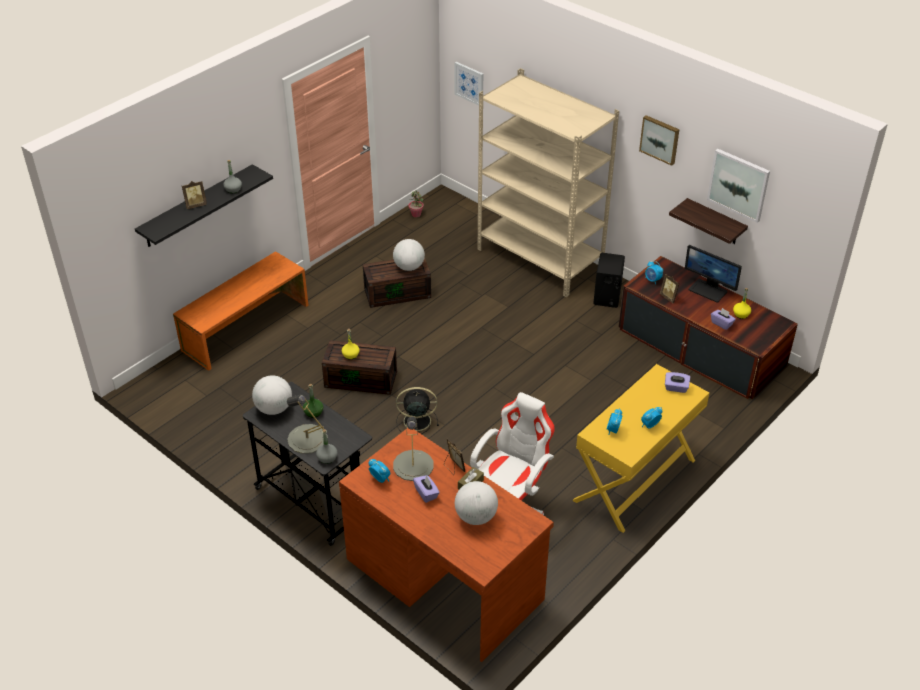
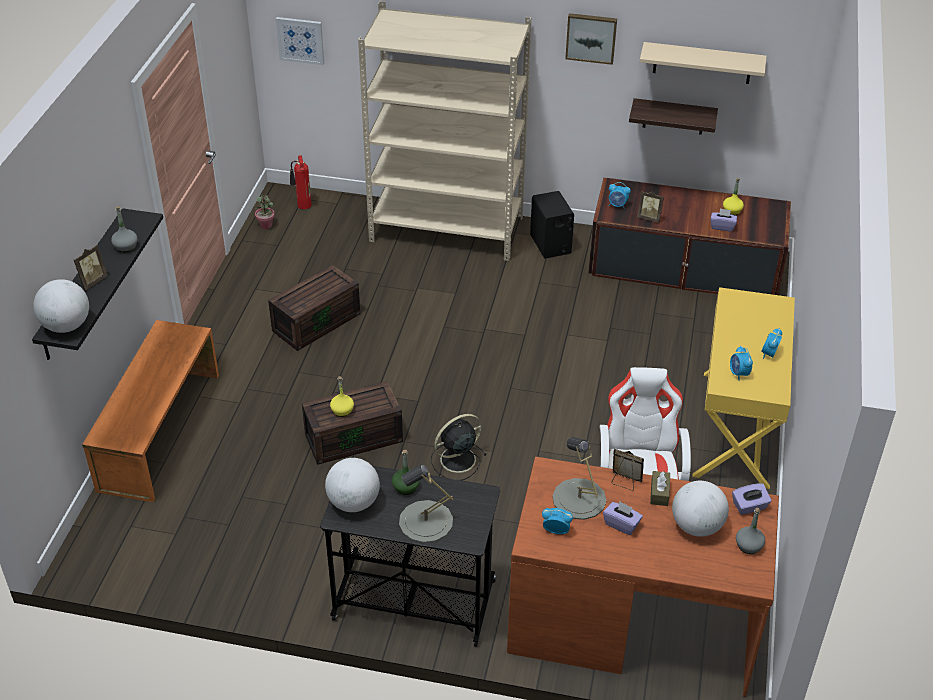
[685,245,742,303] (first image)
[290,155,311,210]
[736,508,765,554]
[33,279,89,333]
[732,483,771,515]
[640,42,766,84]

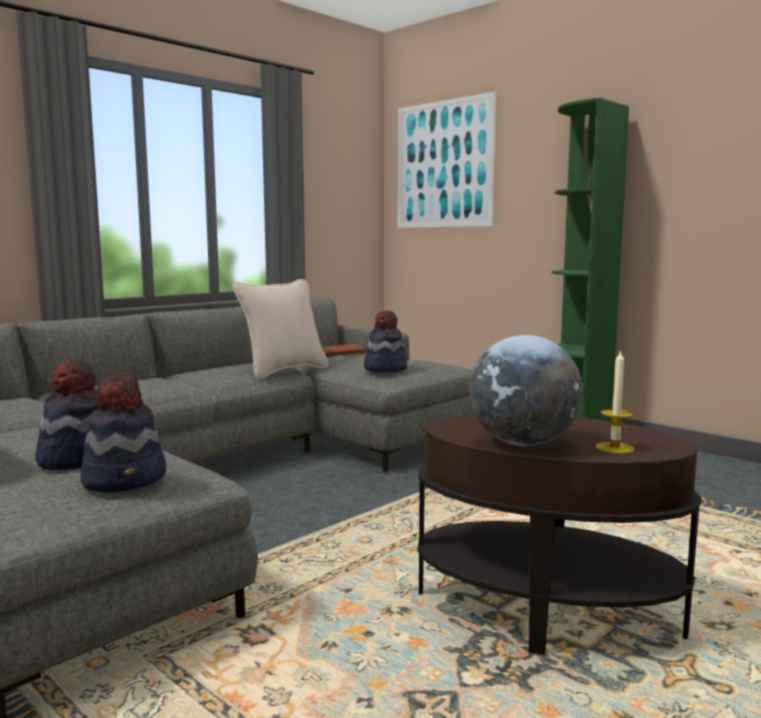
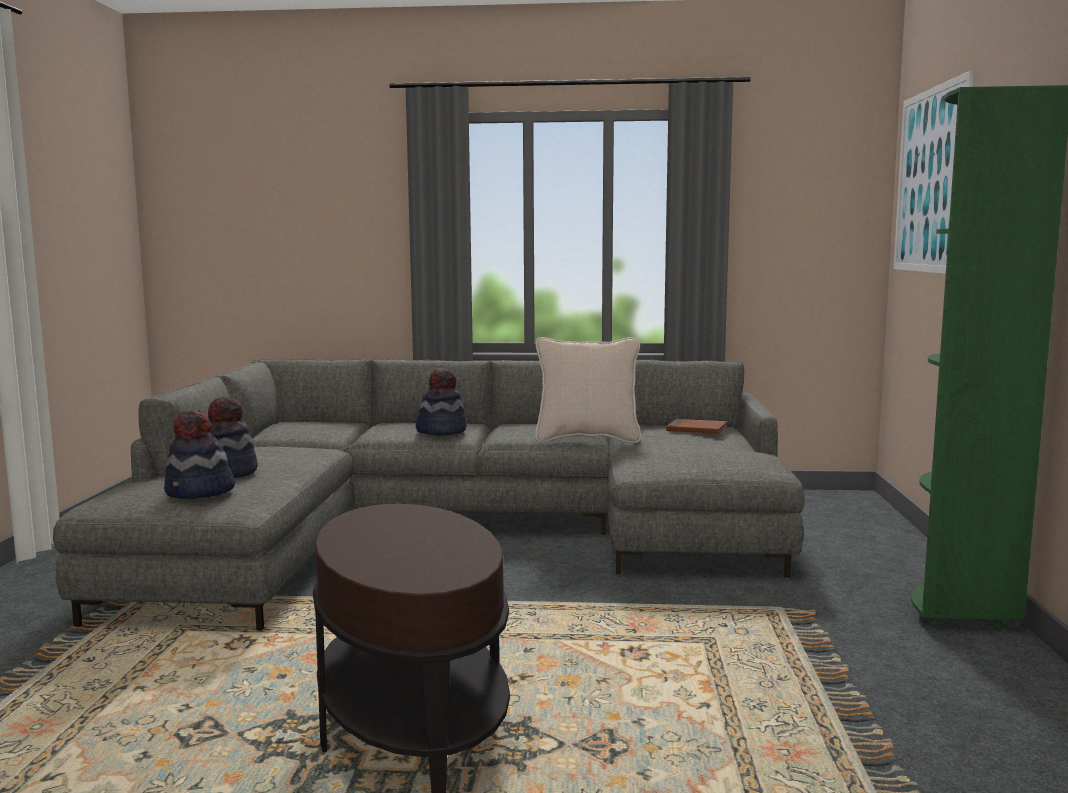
[469,335,583,446] (first image)
[596,349,635,454] (first image)
[416,368,467,435]

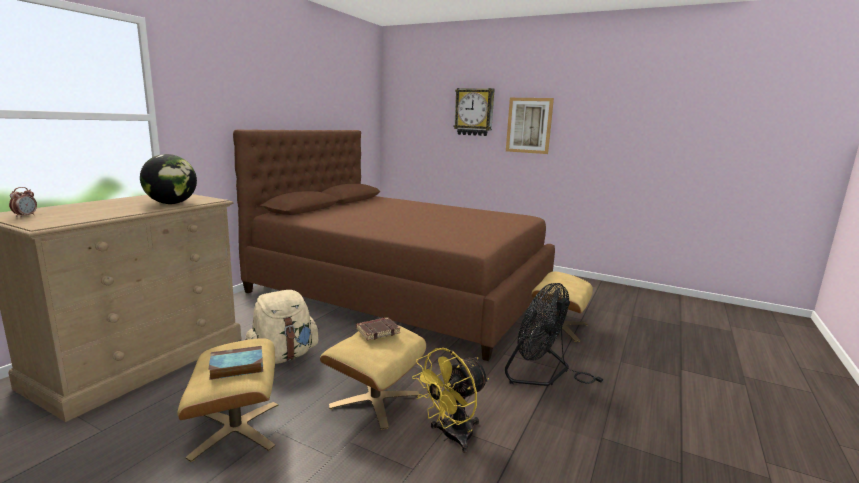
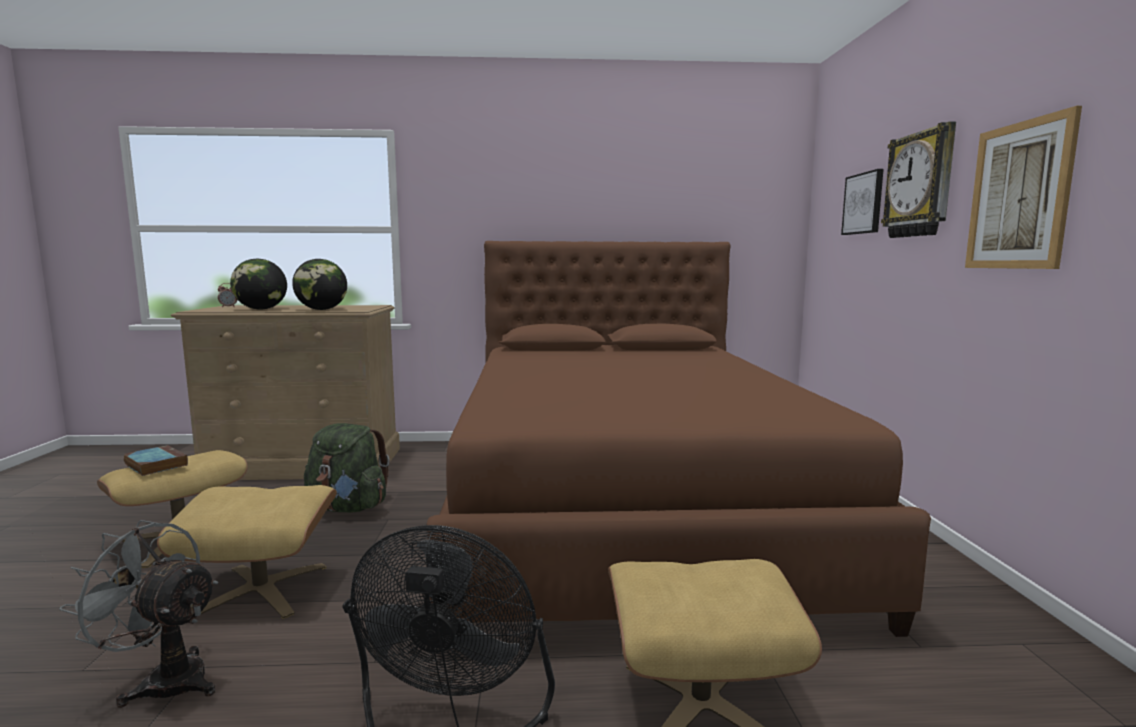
[356,317,400,340] (first image)
[230,259,287,310]
[841,169,884,235]
[304,423,390,513]
[59,520,218,708]

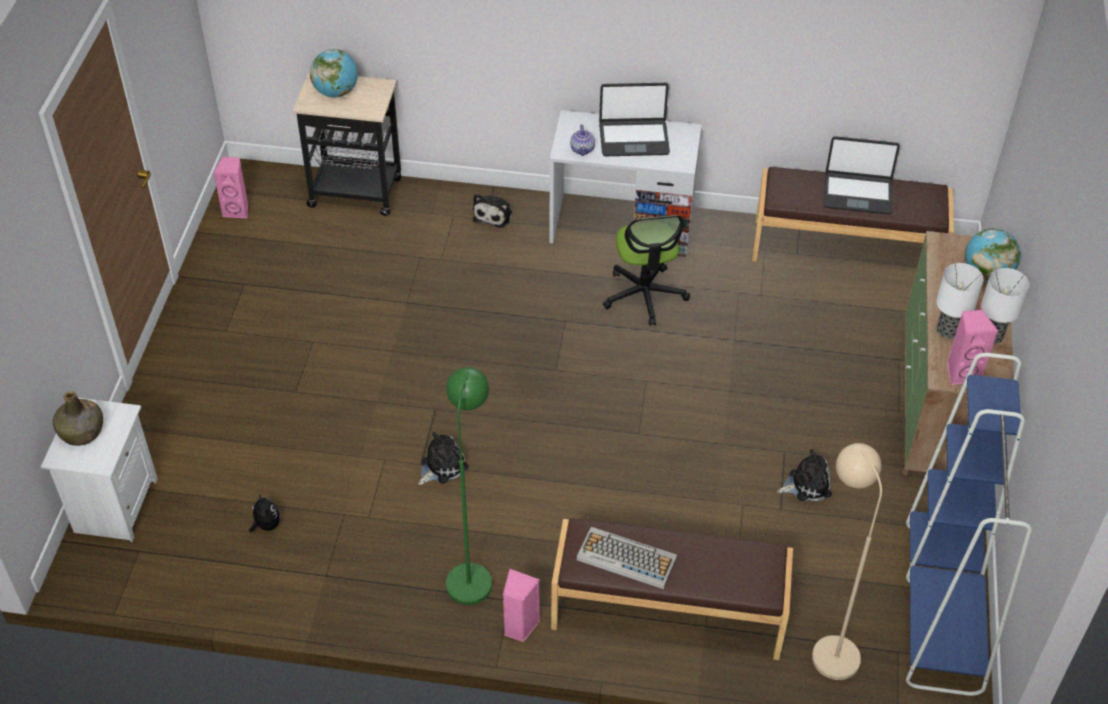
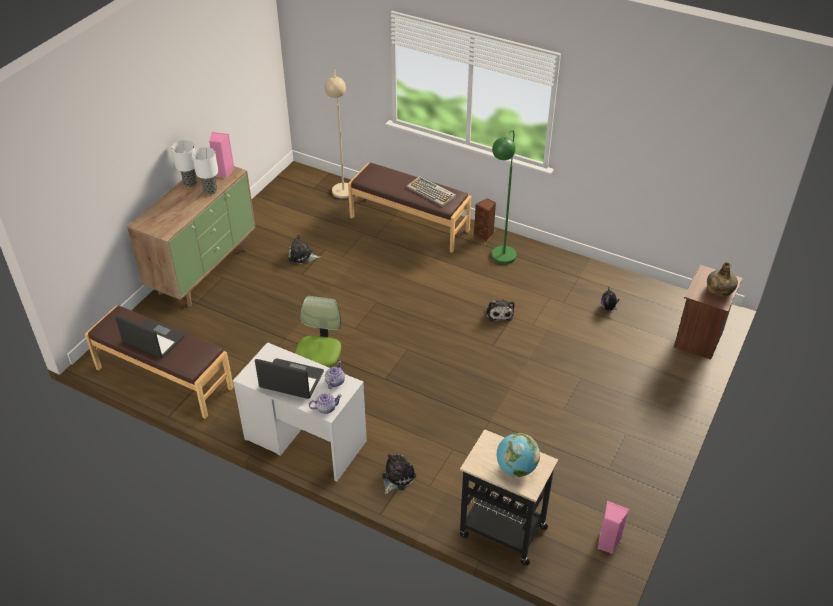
[906,353,1032,696] (first image)
[965,228,1021,282] (first image)
[309,393,342,414]
[674,265,743,360]
[474,198,496,242]
[487,300,515,322]

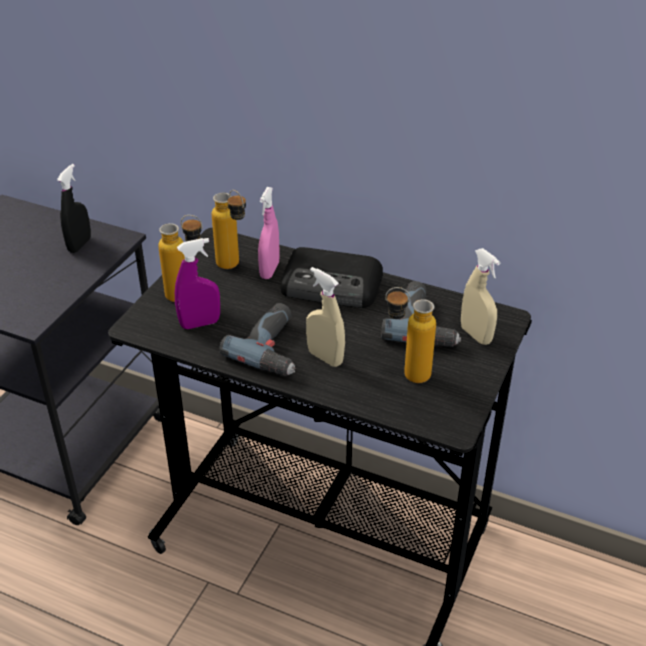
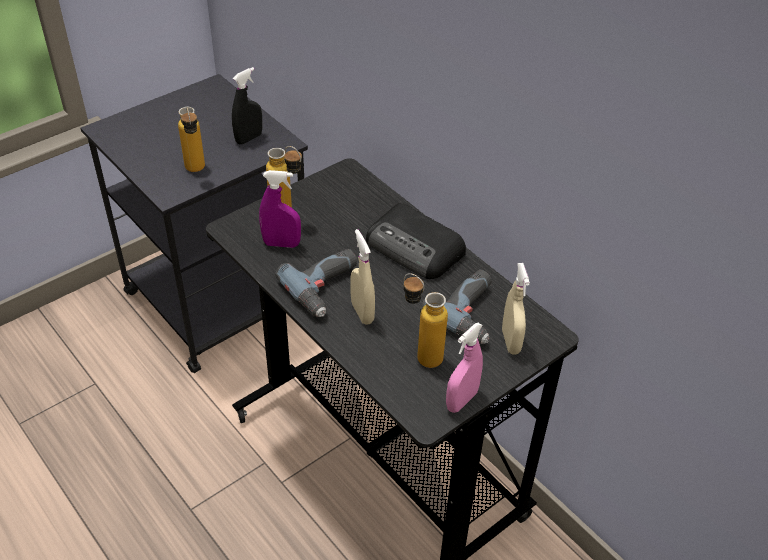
[178,107,205,172]
[446,323,483,413]

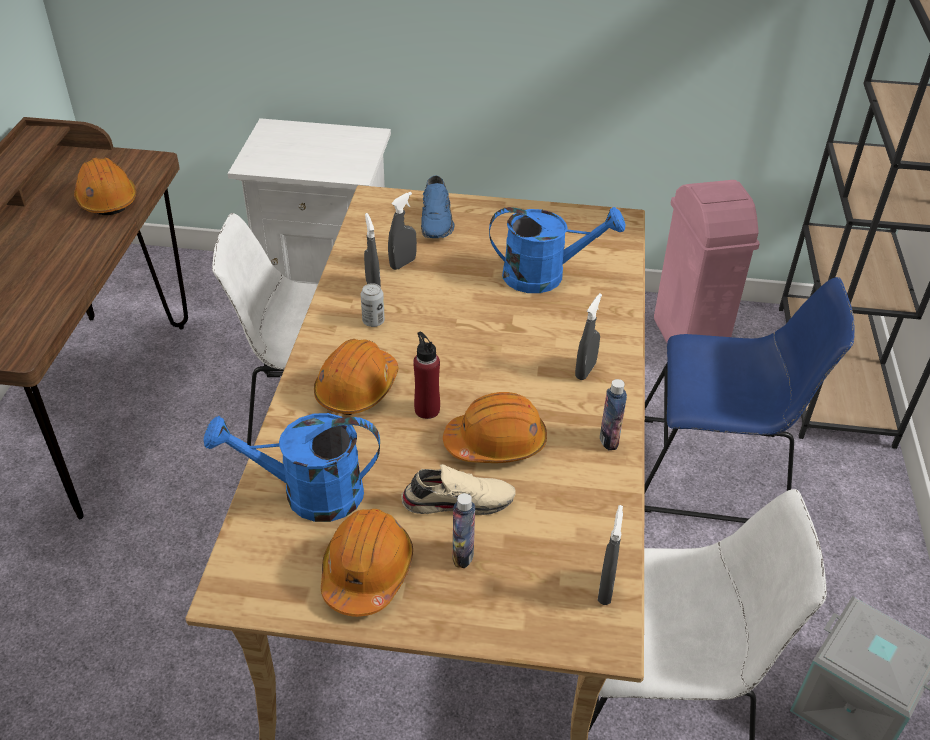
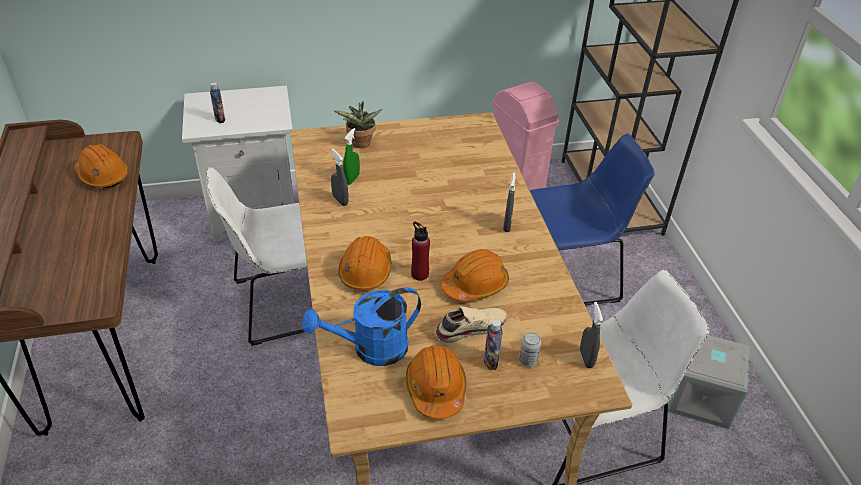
[489,207,625,293] (first image)
[519,332,541,367]
[210,82,225,123]
[334,101,382,148]
[343,128,360,185]

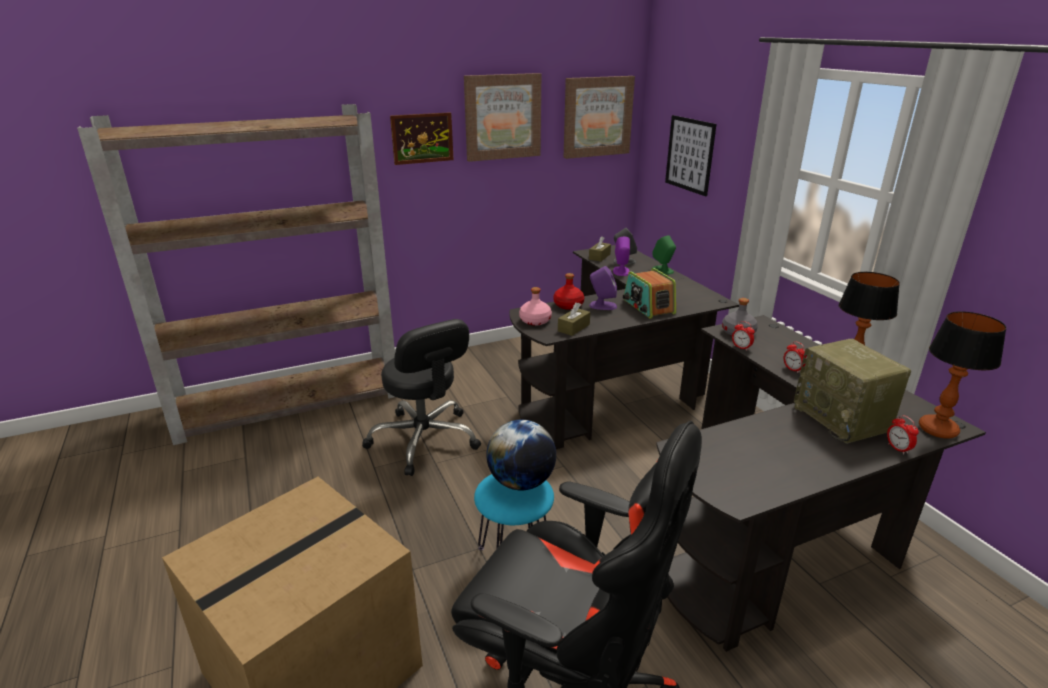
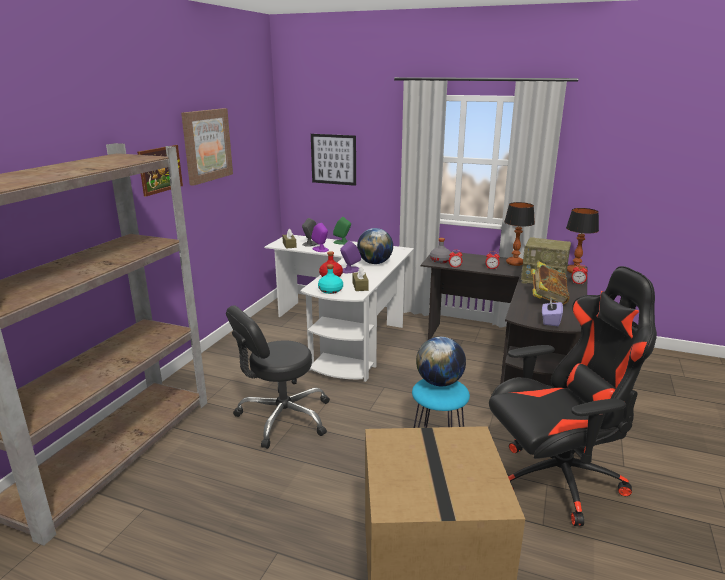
[564,76,635,159] (first image)
[531,261,570,305]
[542,299,563,326]
[357,228,393,264]
[264,235,414,382]
[318,264,343,294]
[226,305,330,449]

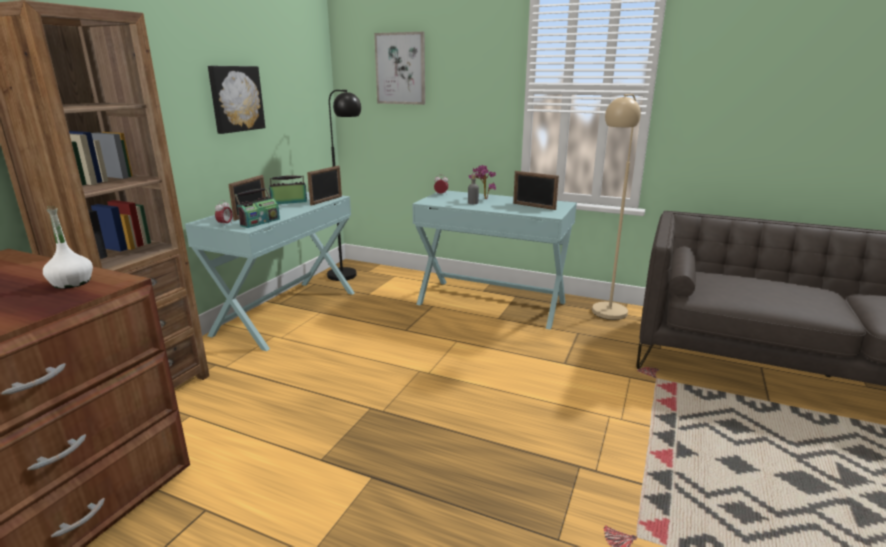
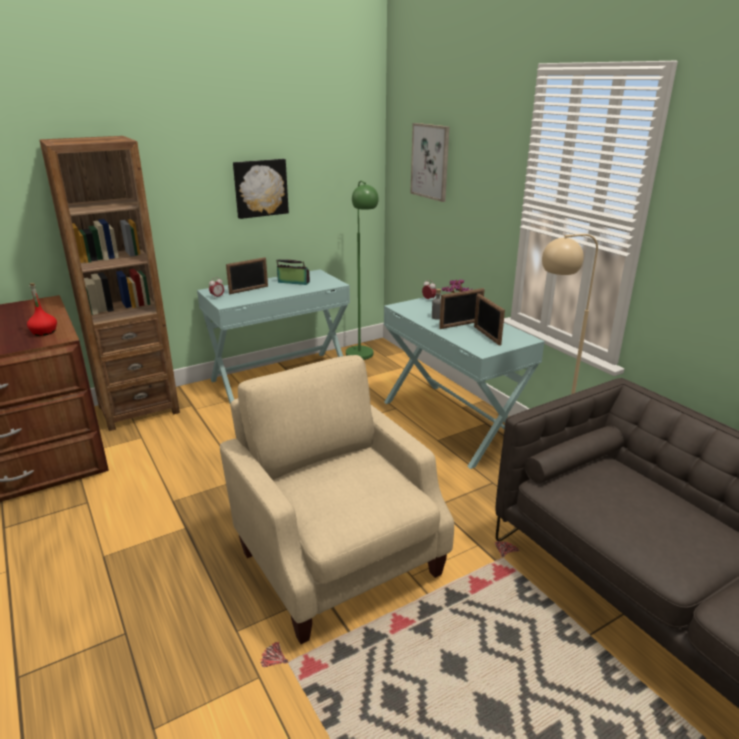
[235,188,280,228] (first image)
[220,355,454,644]
[439,288,485,329]
[27,283,57,336]
[346,180,379,360]

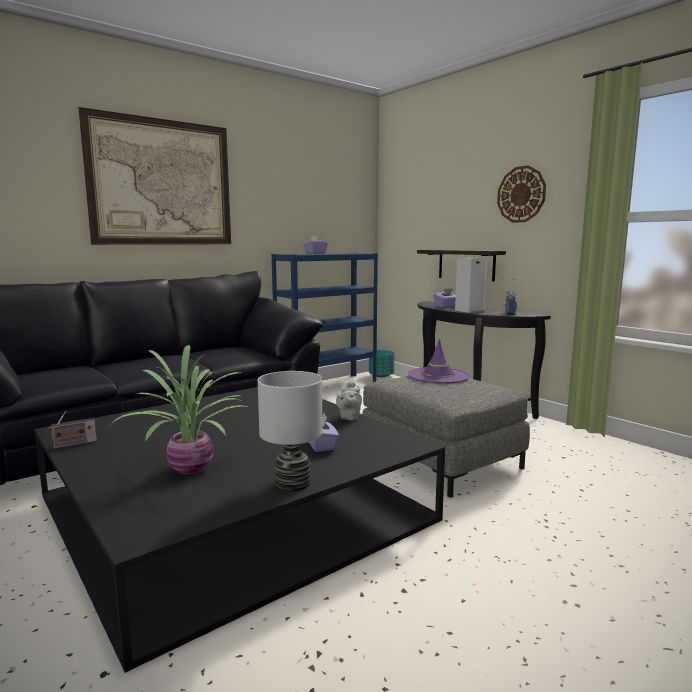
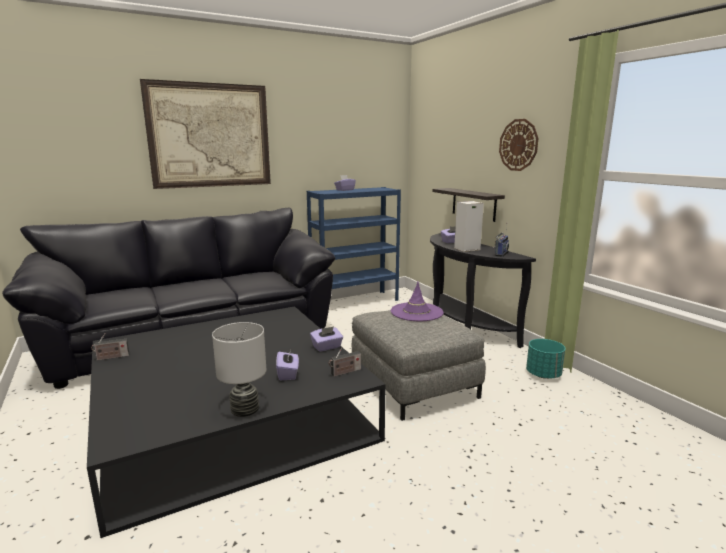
[110,345,248,475] (first image)
[329,347,361,377]
[526,339,565,379]
[310,326,343,352]

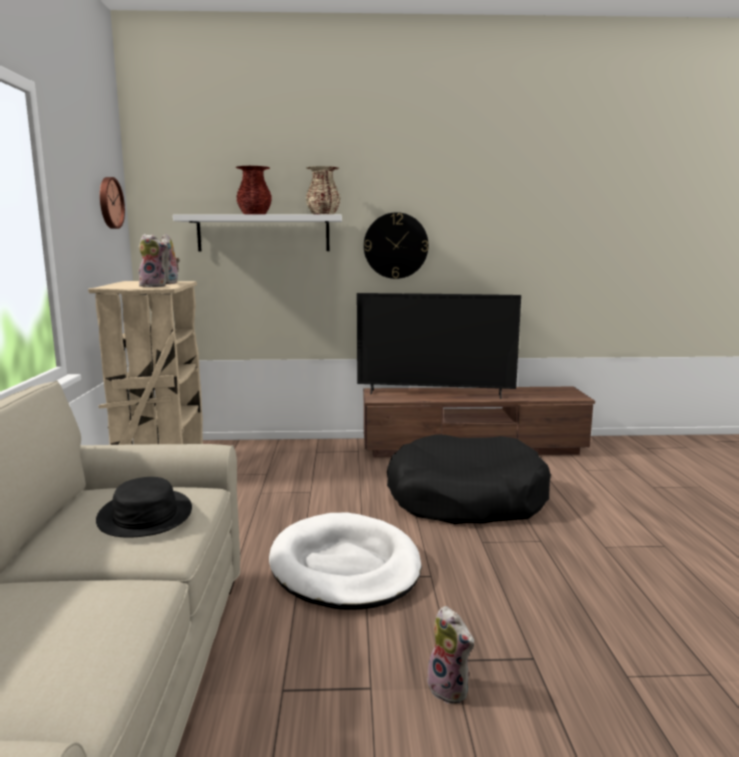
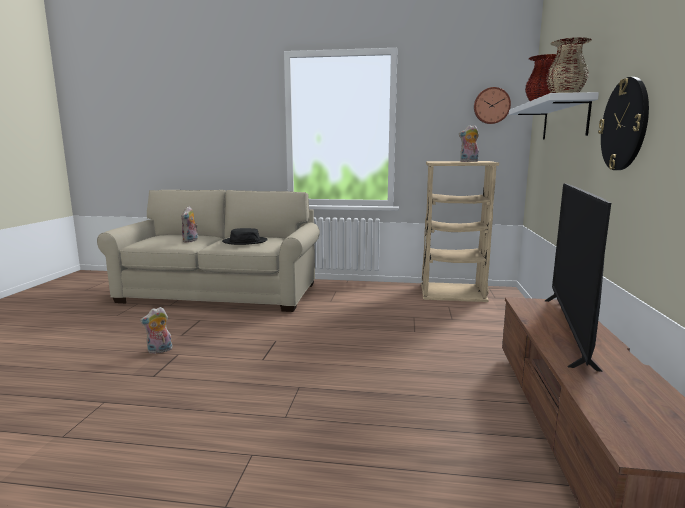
[269,513,422,610] (first image)
[387,434,551,524] (first image)
[181,206,198,243]

